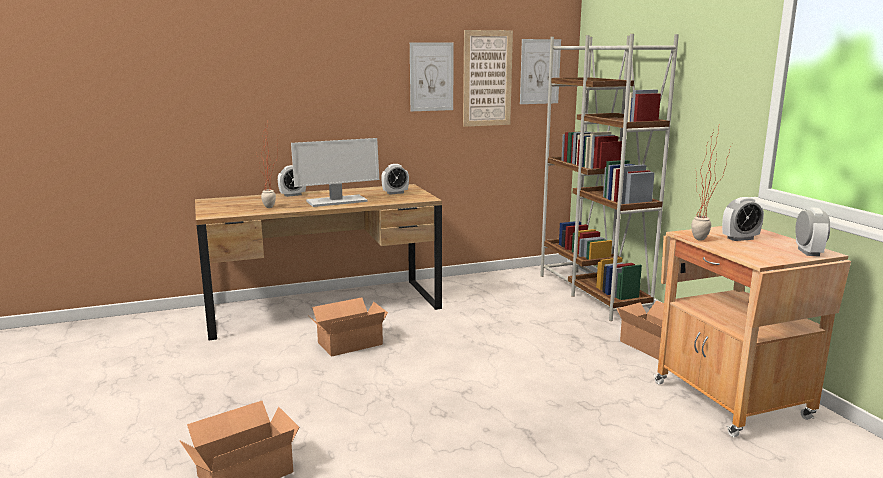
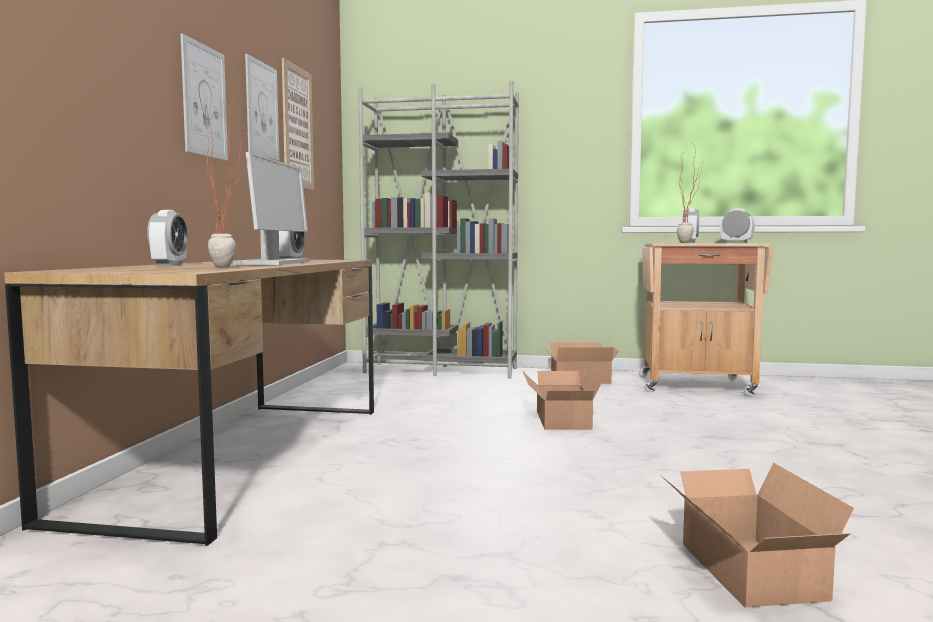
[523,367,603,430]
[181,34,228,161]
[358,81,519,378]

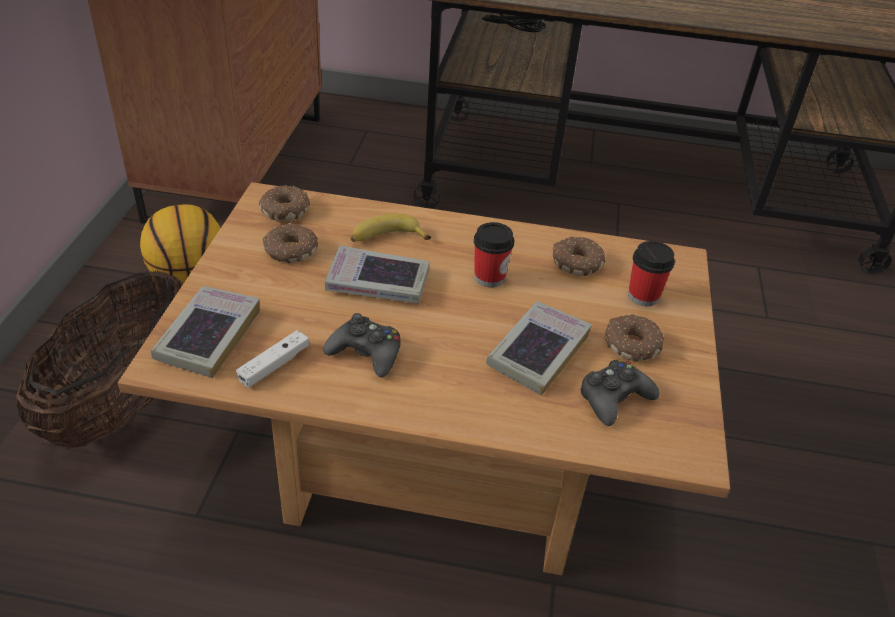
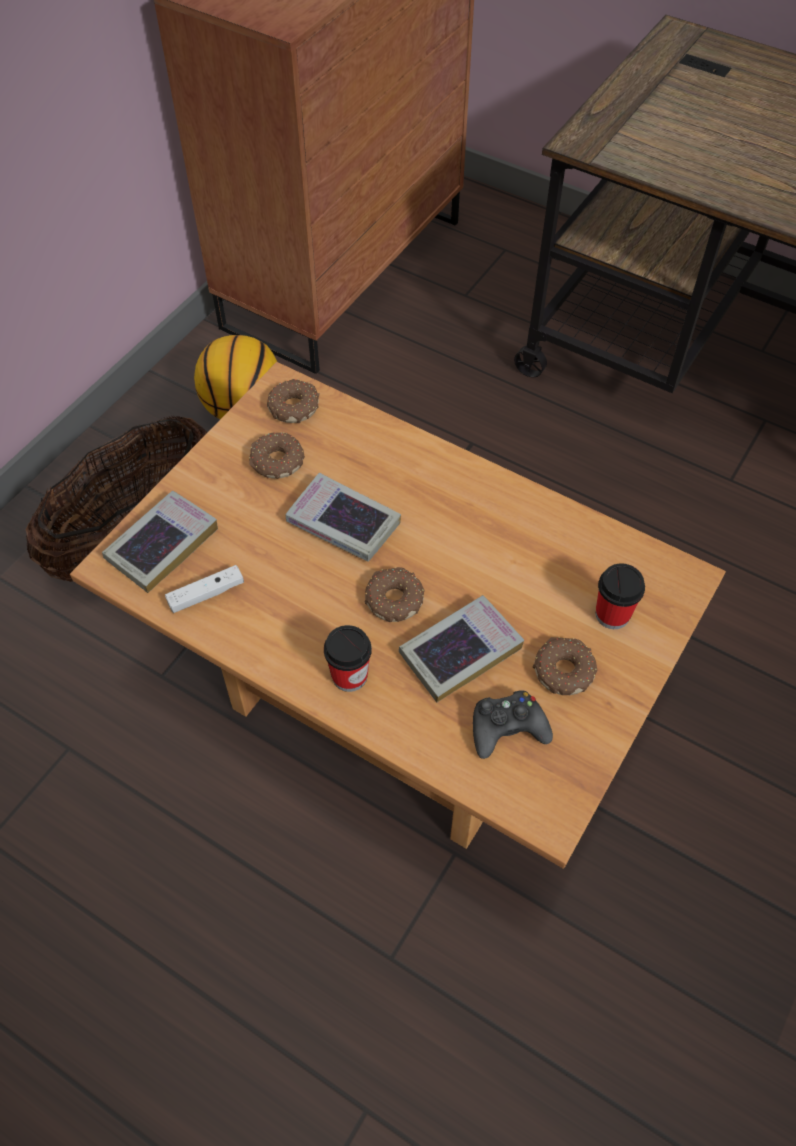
[324,313,401,377] (first image)
[351,213,431,242] (first image)
[324,625,372,692]
[365,567,425,622]

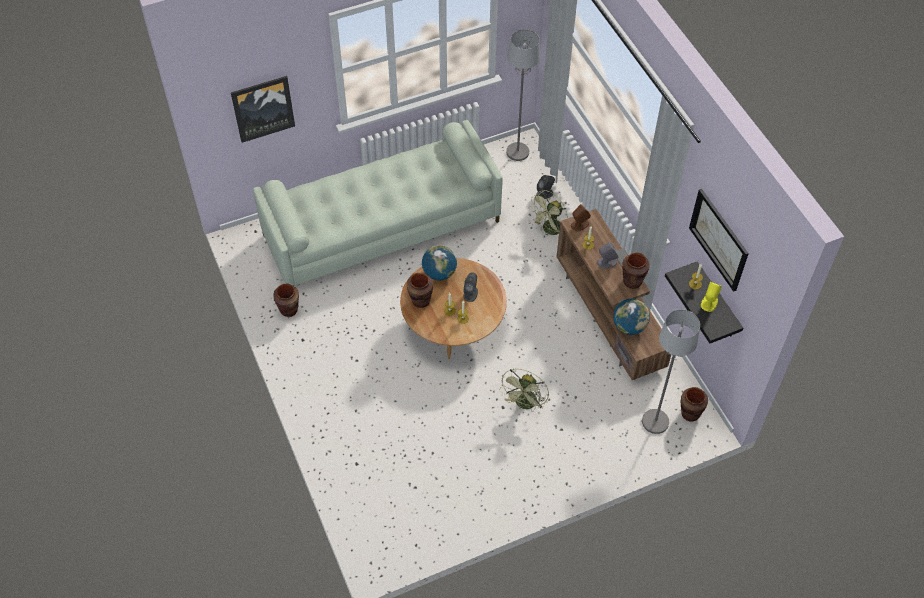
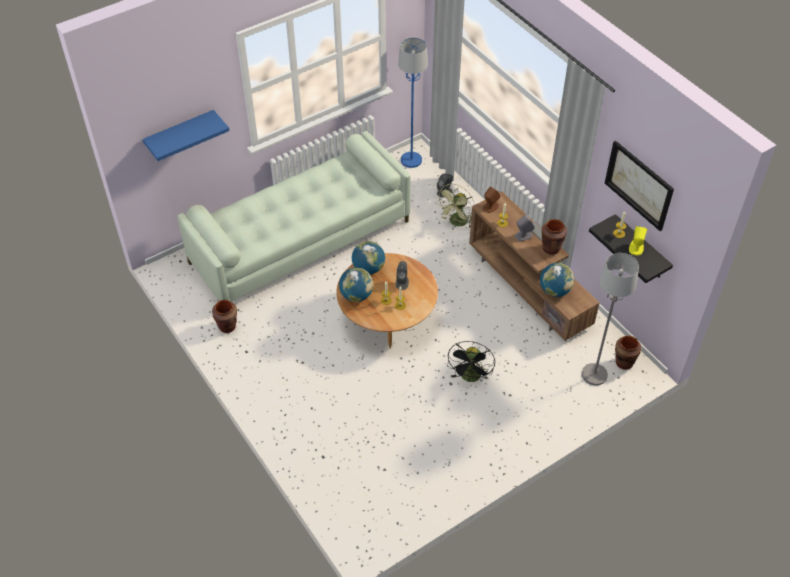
[142,110,230,161]
[339,268,373,302]
[447,341,495,382]
[398,38,428,168]

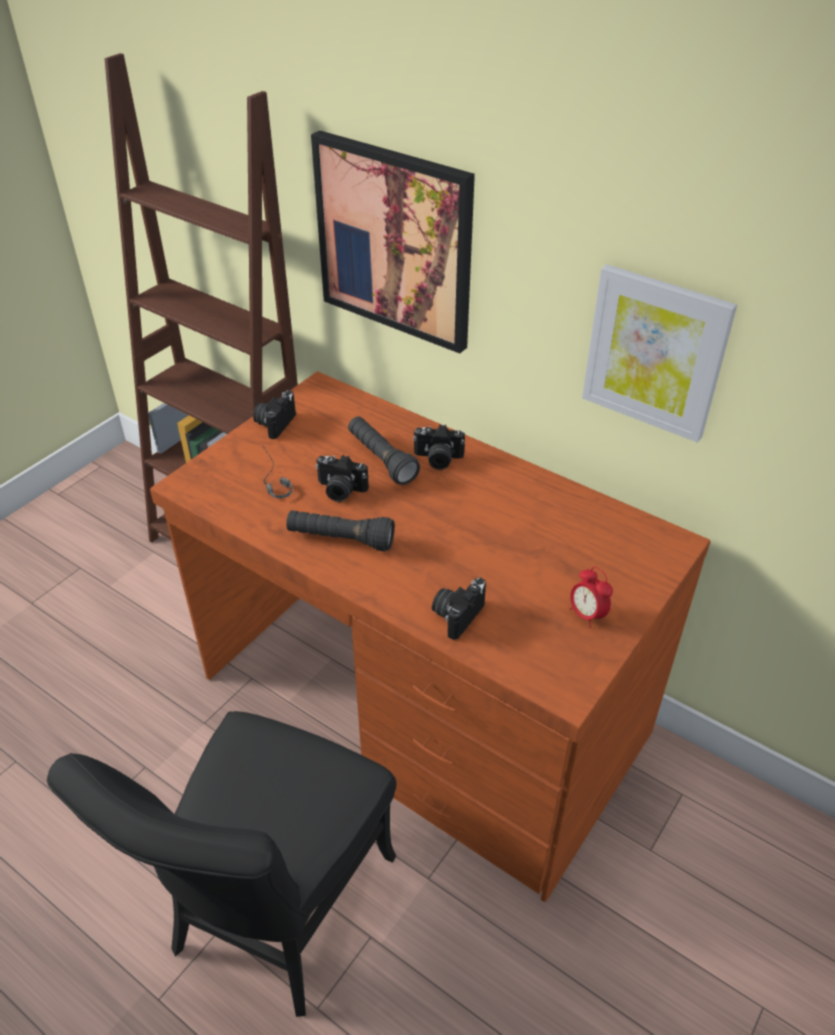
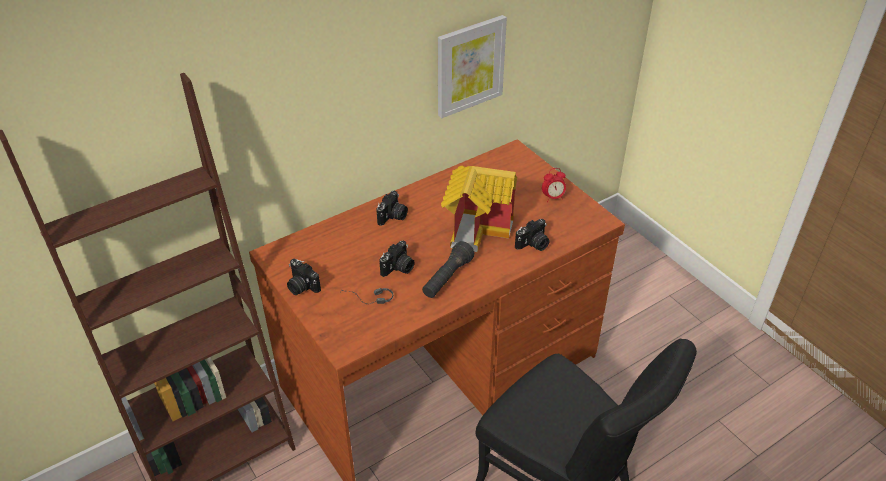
[311,131,475,353] (first image)
[348,417,420,485] (first image)
[441,165,517,252]
[515,219,550,251]

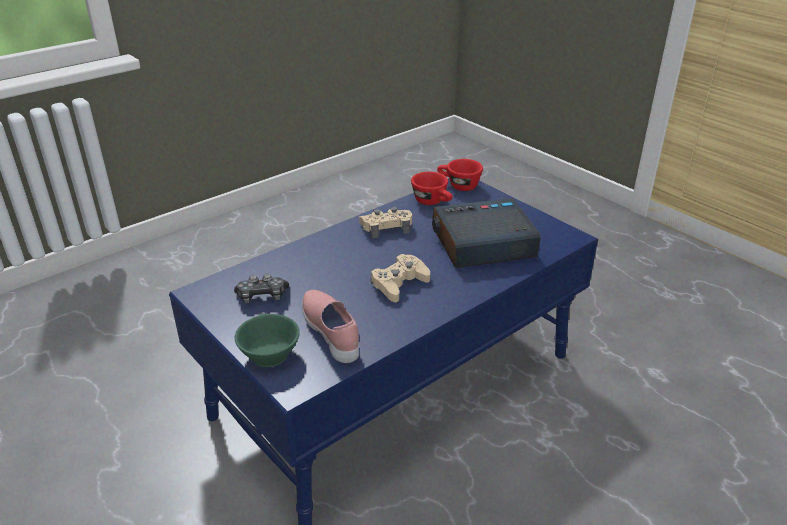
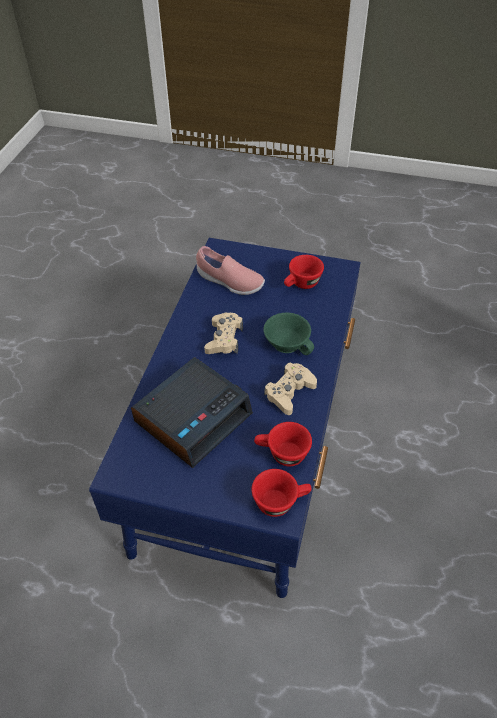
[264,313,314,355]
[284,255,324,289]

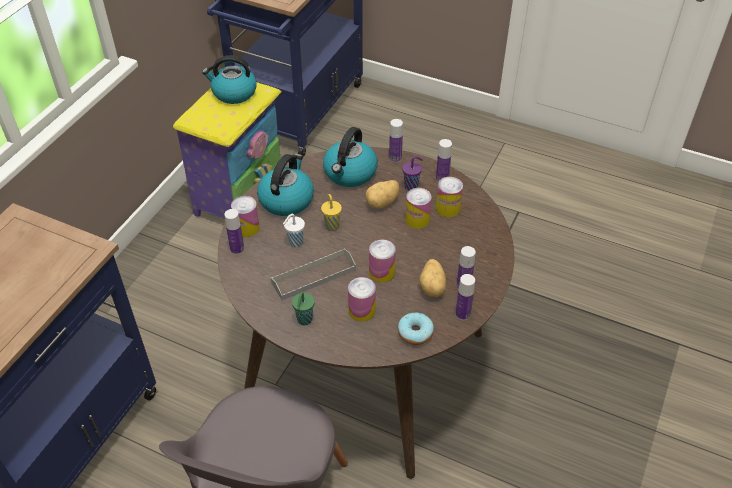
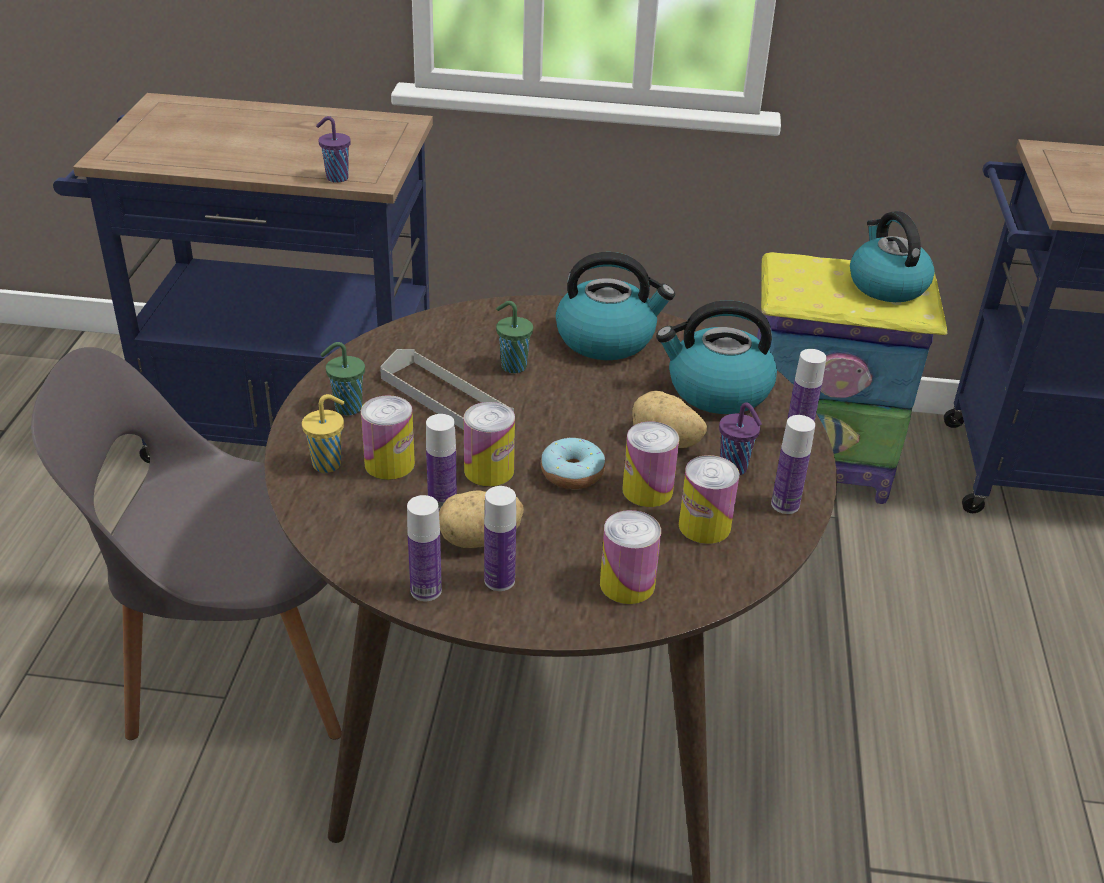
[316,116,351,183]
[426,414,457,511]
[600,510,661,604]
[302,394,344,473]
[541,437,605,489]
[496,301,533,373]

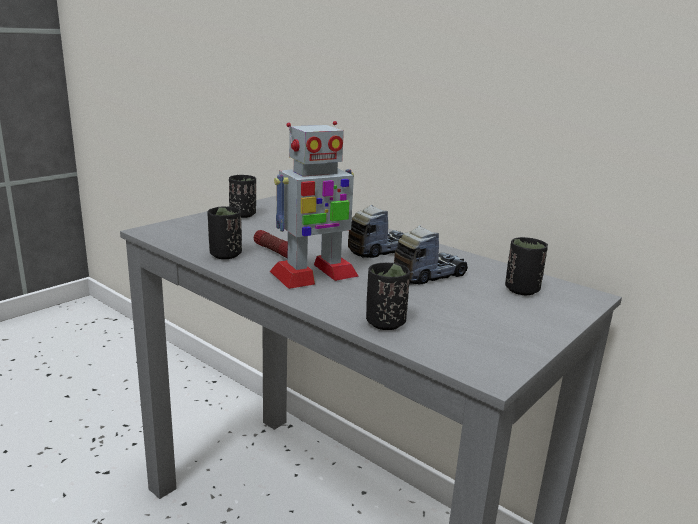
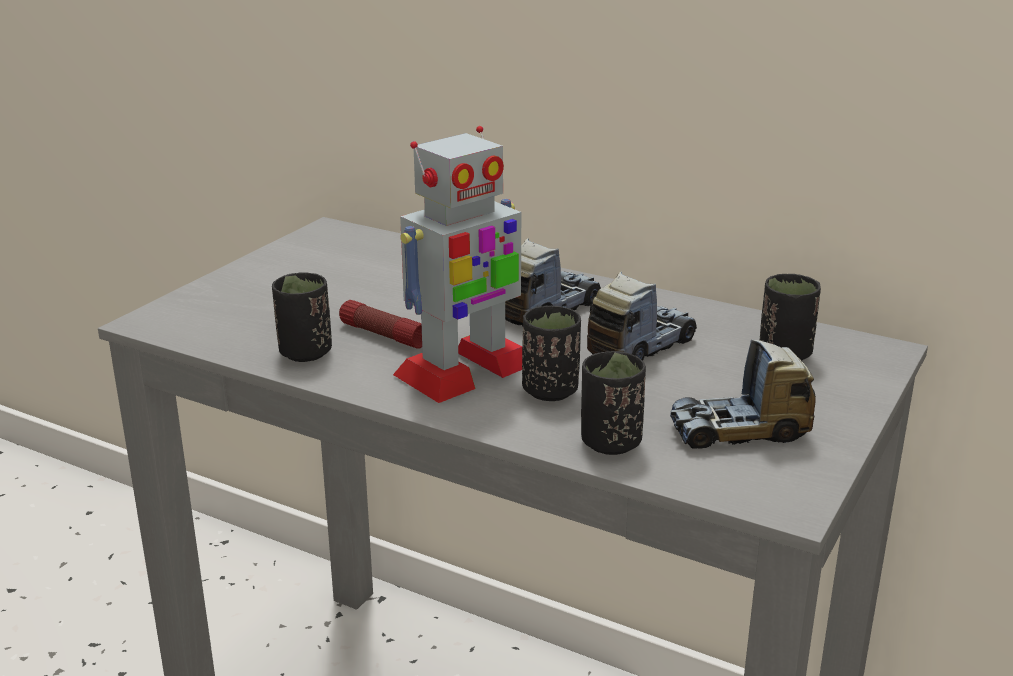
[670,340,816,449]
[522,306,581,401]

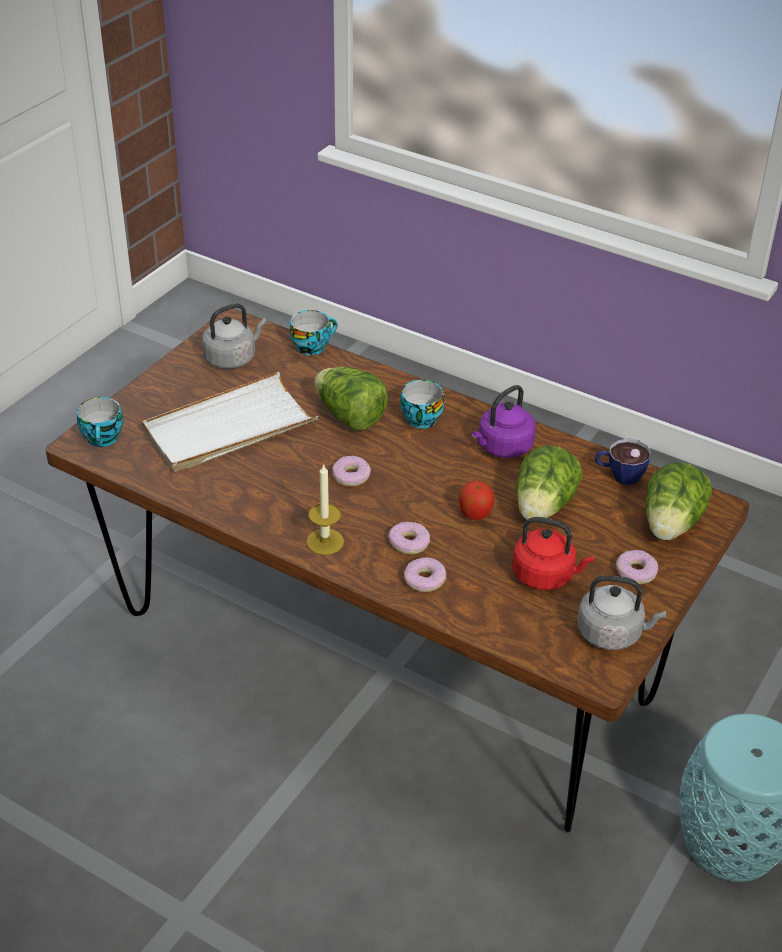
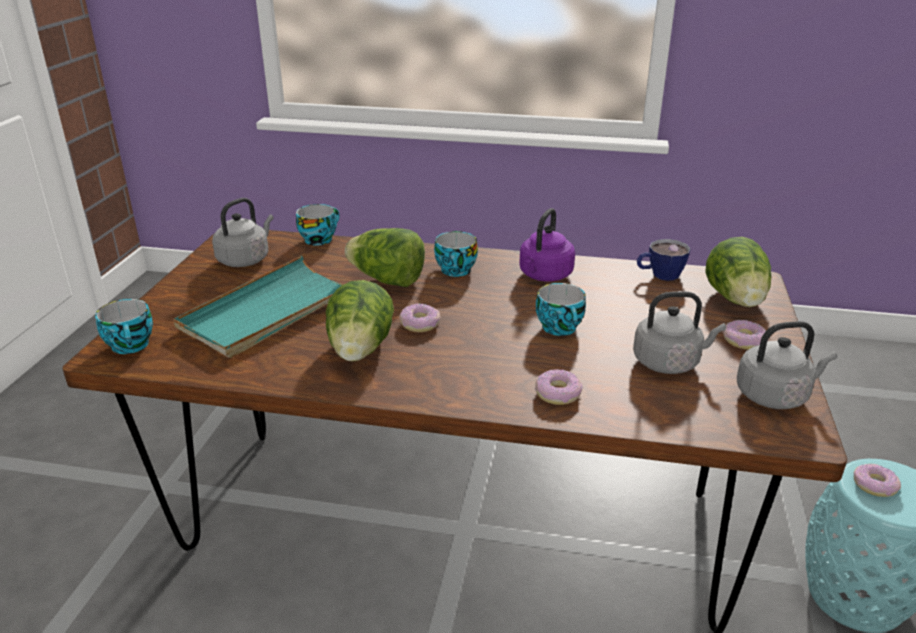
[306,463,344,555] (first image)
[854,464,901,497]
[326,280,394,362]
[536,283,586,336]
[173,256,343,358]
[633,291,726,374]

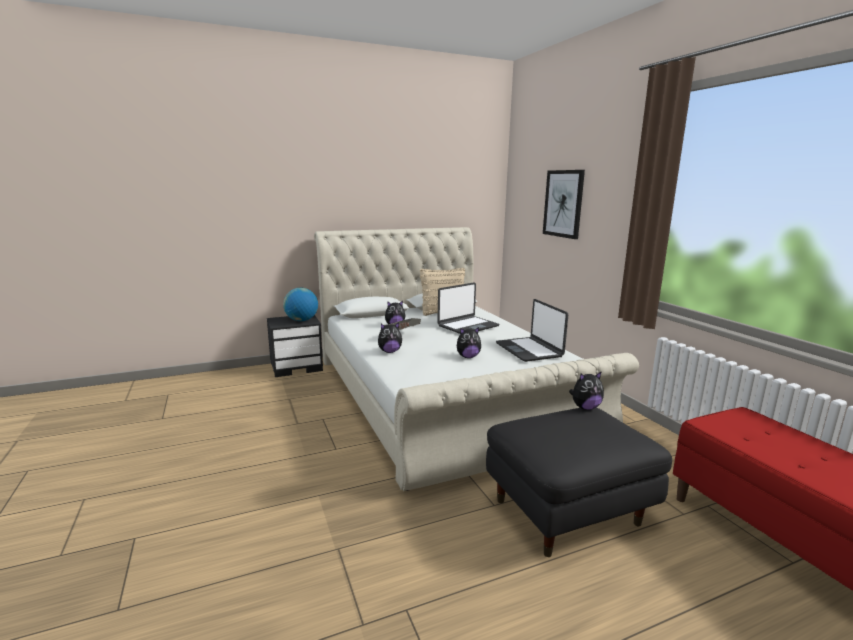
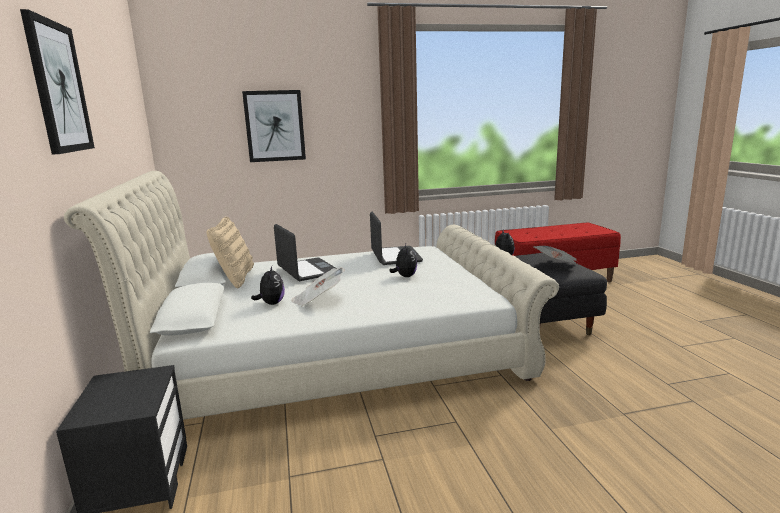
[283,288,318,321] (first image)
[378,322,402,353] (first image)
[20,9,95,155]
[533,246,577,263]
[370,212,423,265]

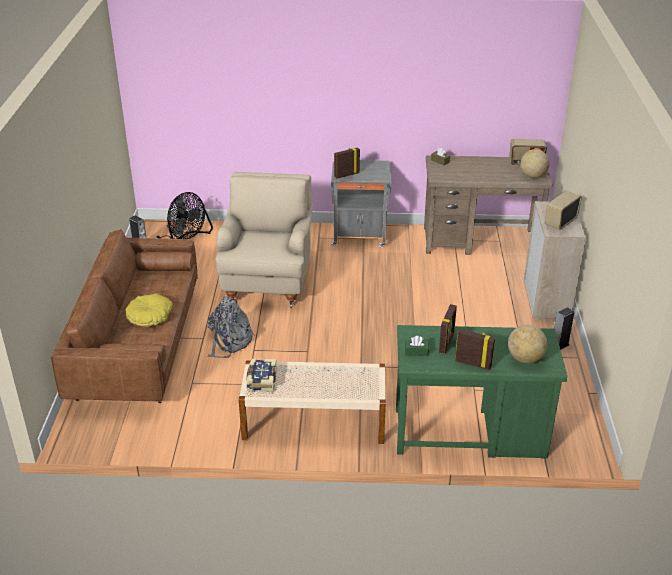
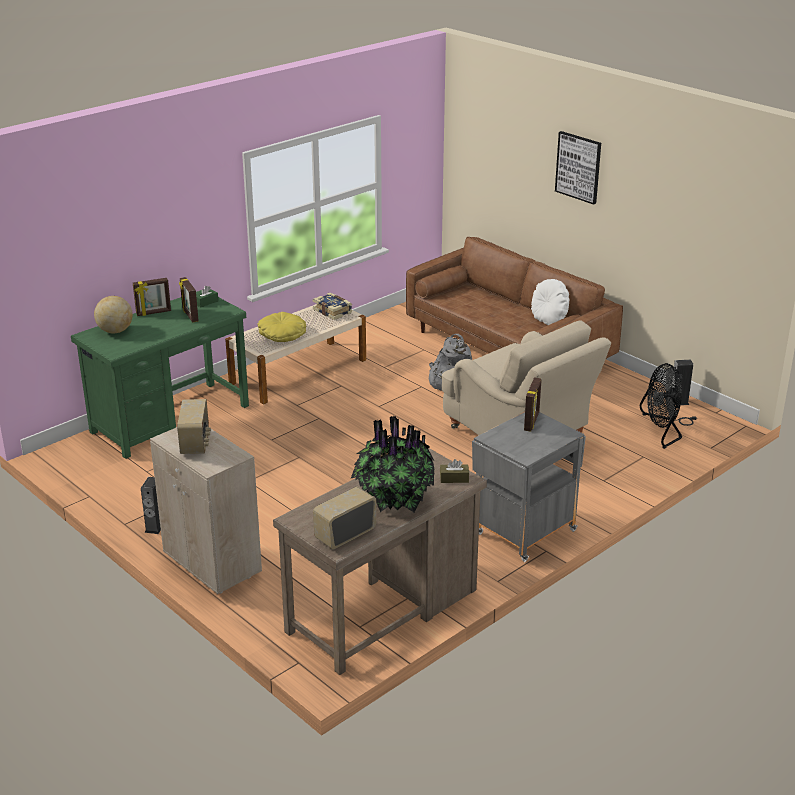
[520,149,550,178] (first image)
[351,416,435,512]
[531,279,569,325]
[555,131,601,205]
[257,312,306,342]

